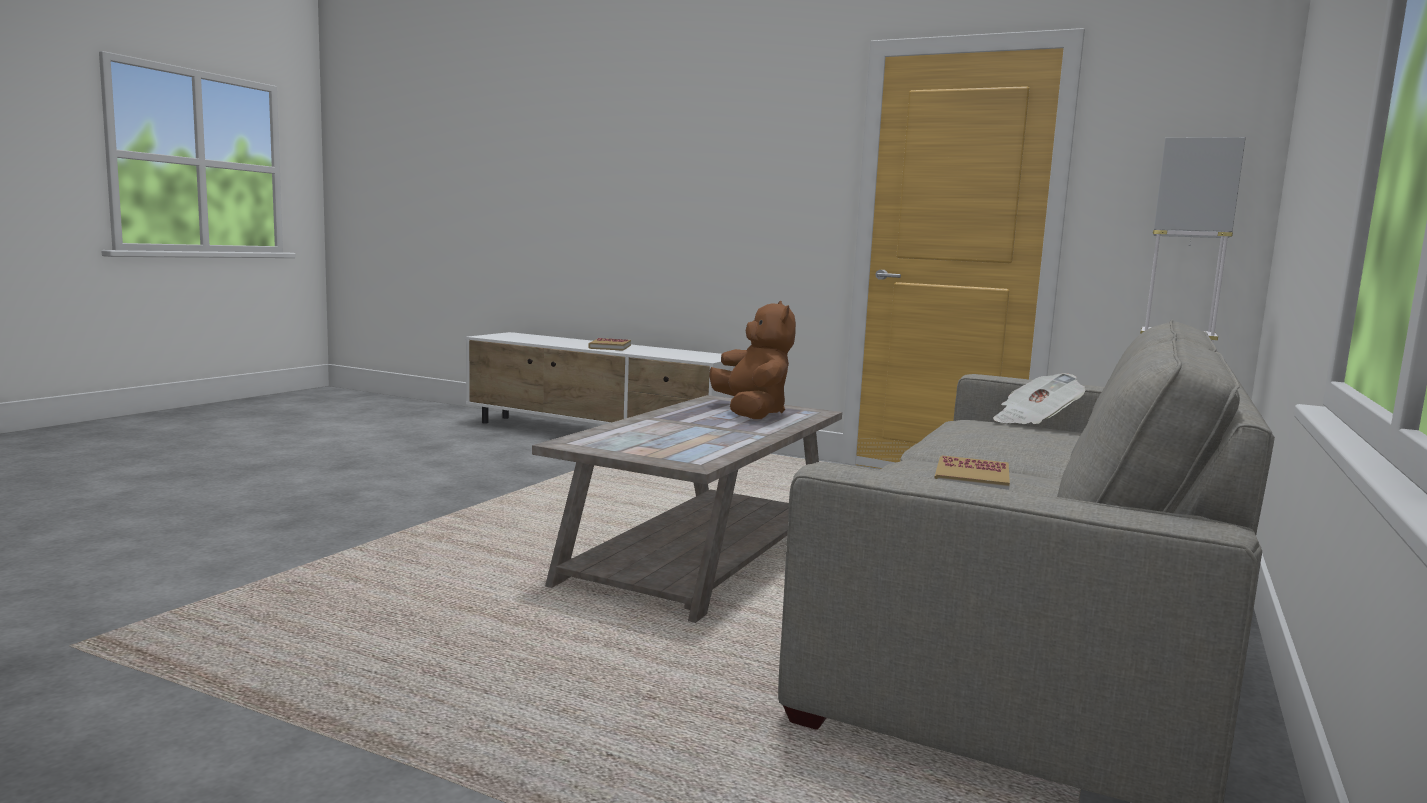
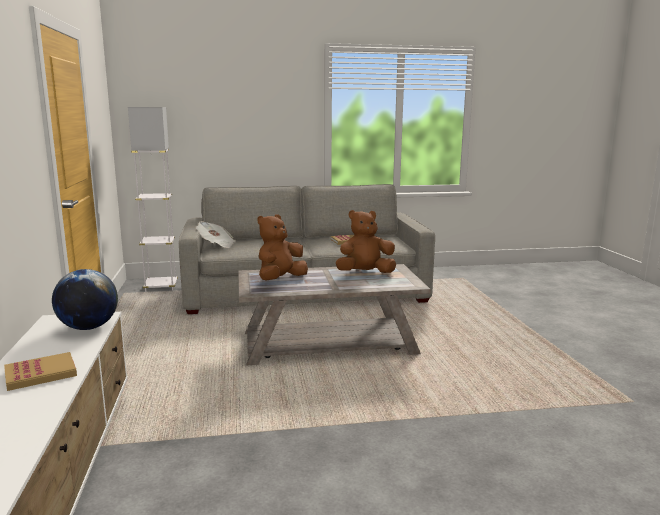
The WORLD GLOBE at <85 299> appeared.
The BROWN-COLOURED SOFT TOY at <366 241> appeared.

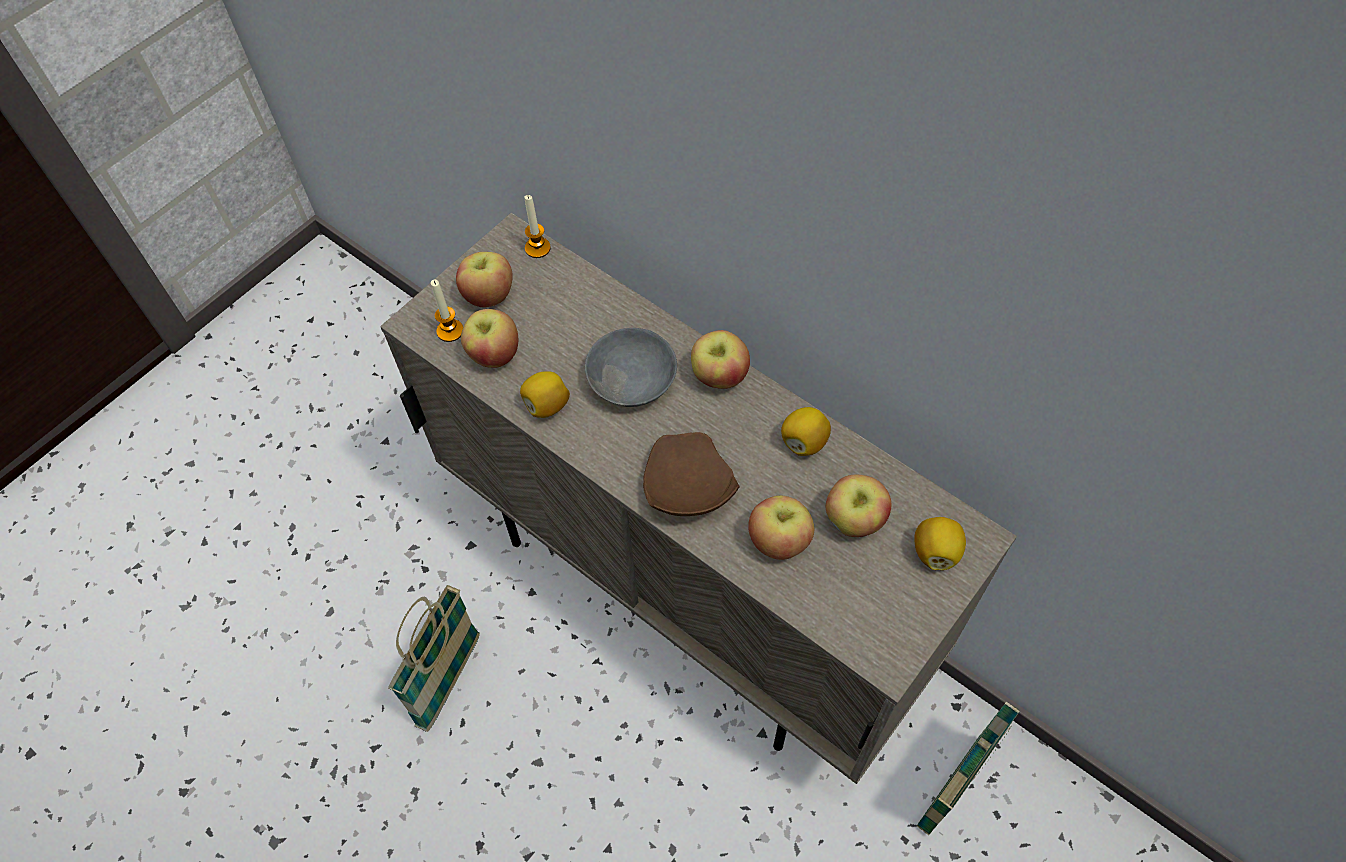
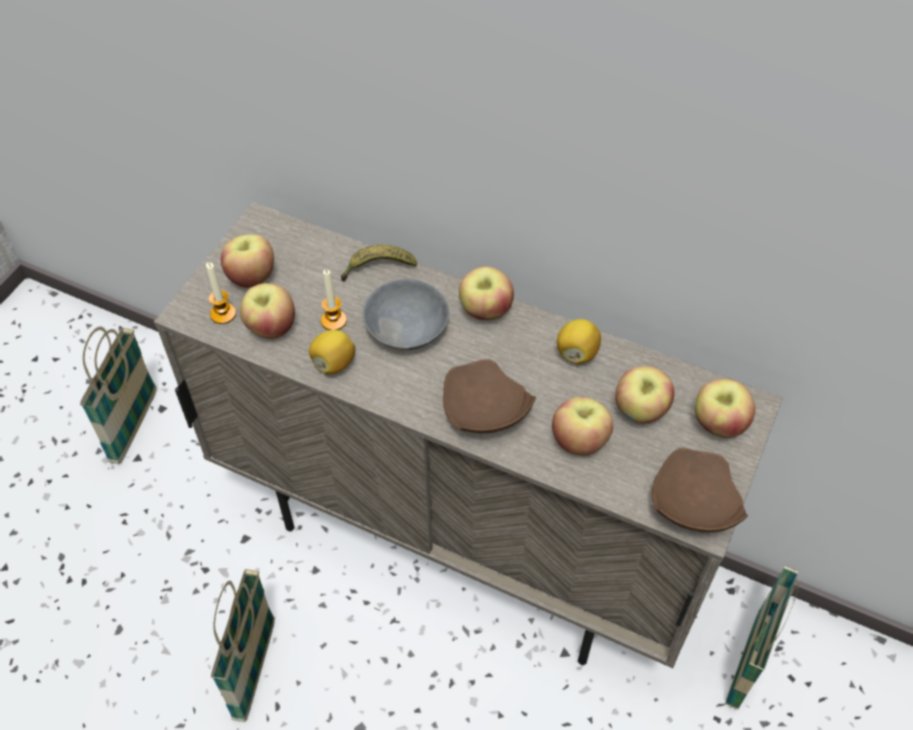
The STORAGE BASKET at <118 395> appeared.
The CANDLE moved from <537 226> to <334 300>.
The BANANA FRUIT at <379 263> appeared.
The BROWN-COLOURED DINNER PLATE at <700 490> appeared.
The WHOLE LEMON at <940 543> was replaced by the APPLE at <725 408>.

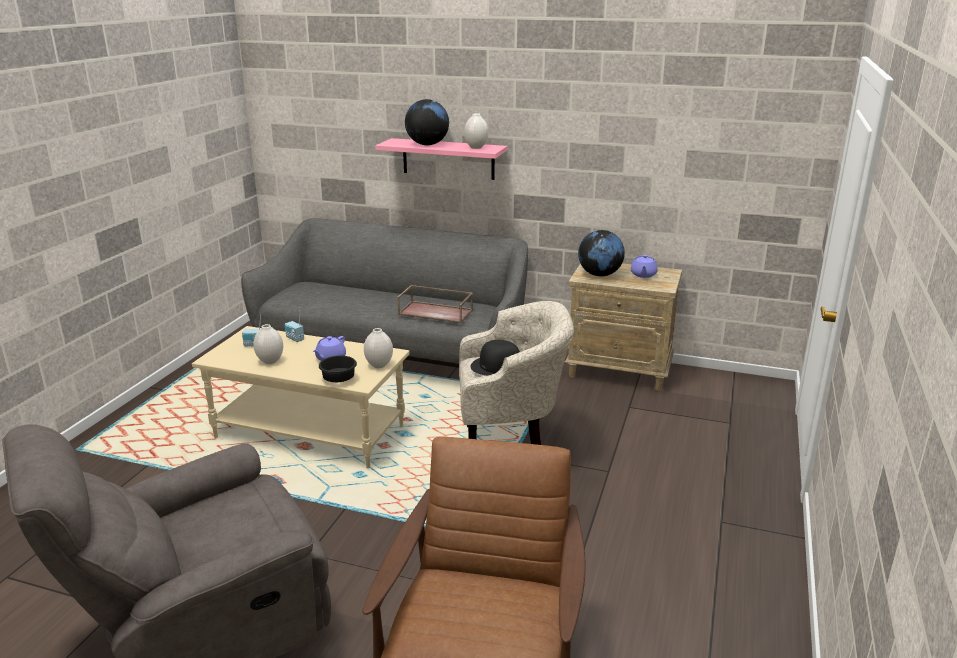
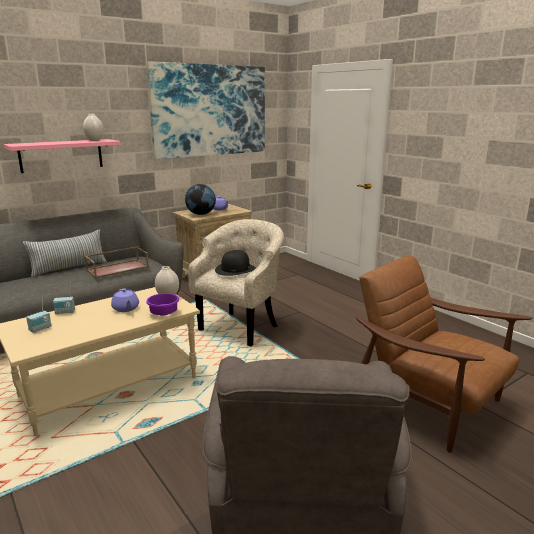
The CUSHION at <65 253> appeared.
The BLACK SERVING BOWL at <338 369> became the PURPLE SERVING BOWL at <162 304>.
The WALL ART at <206 110> appeared.
The WHITISH DECORATIVE VASE at <268 344> disappeared.
The WORLD GLOBE at <427 122> disappeared.

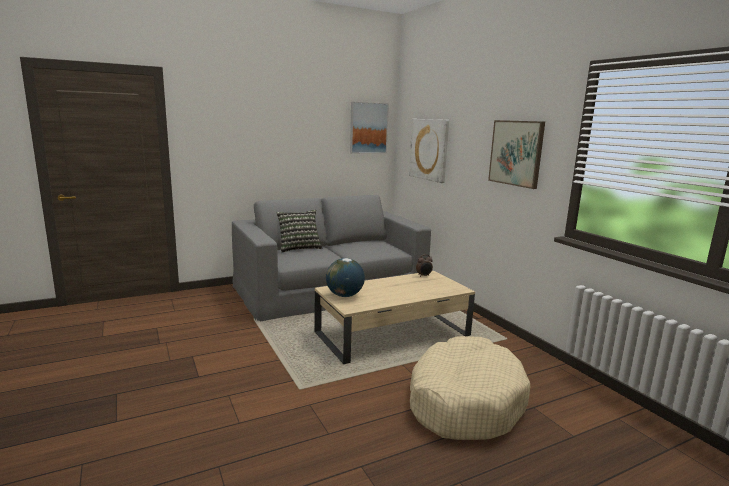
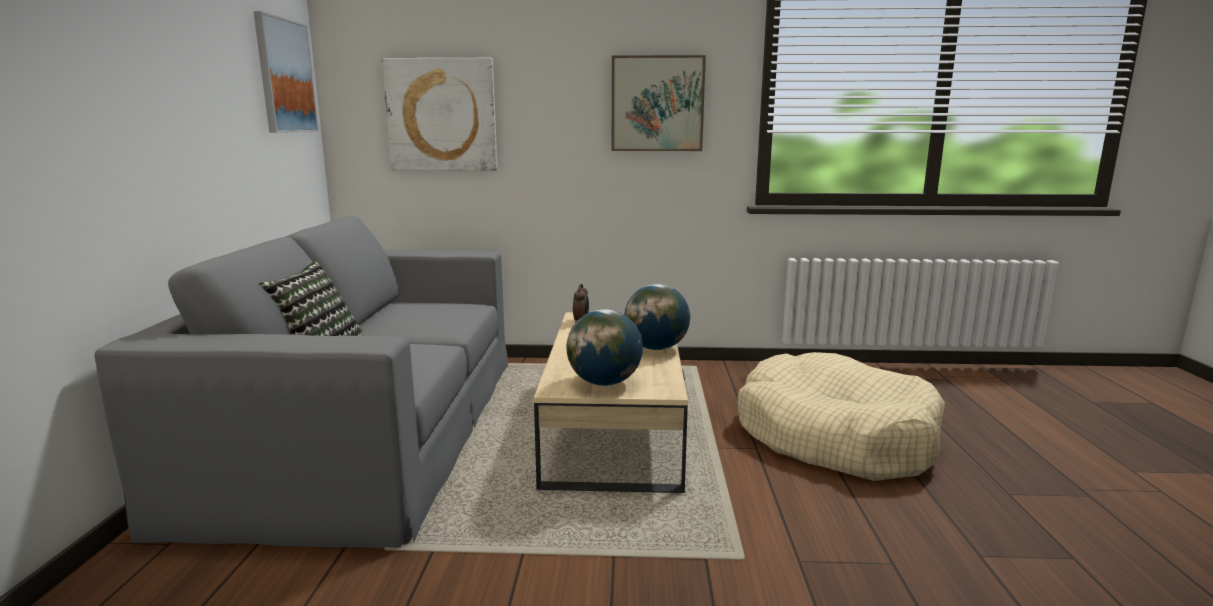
The WORLD GLOBE at <657 317> appeared.

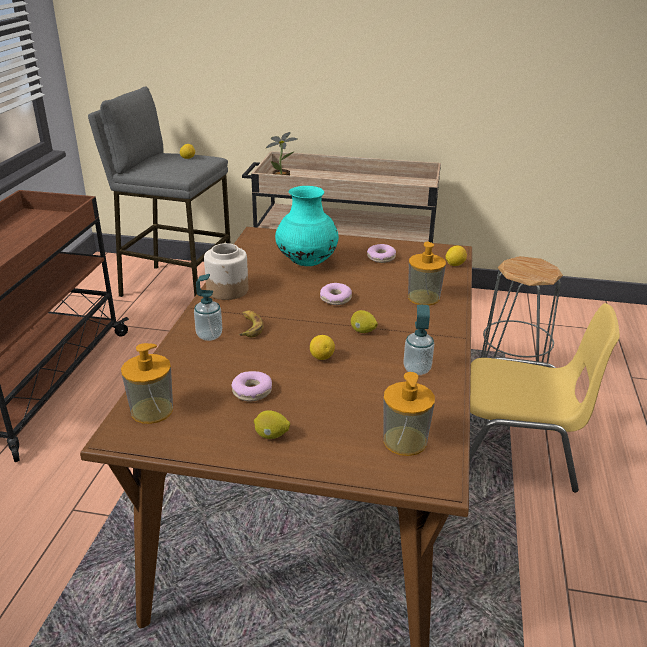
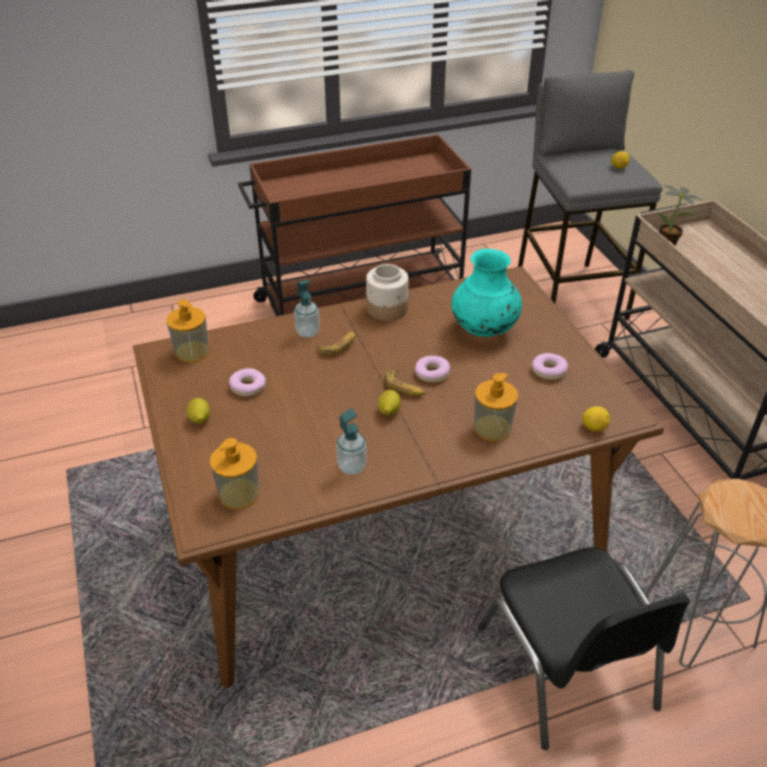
The BANANA FRUIT at <405 383> appeared.
The YELLOW UPRIGHT CHAIR at <544 397> became the BLACK UPRIGHT CHAIR at <584 648>.
The WHOLE LEMON at <322 347> disappeared.

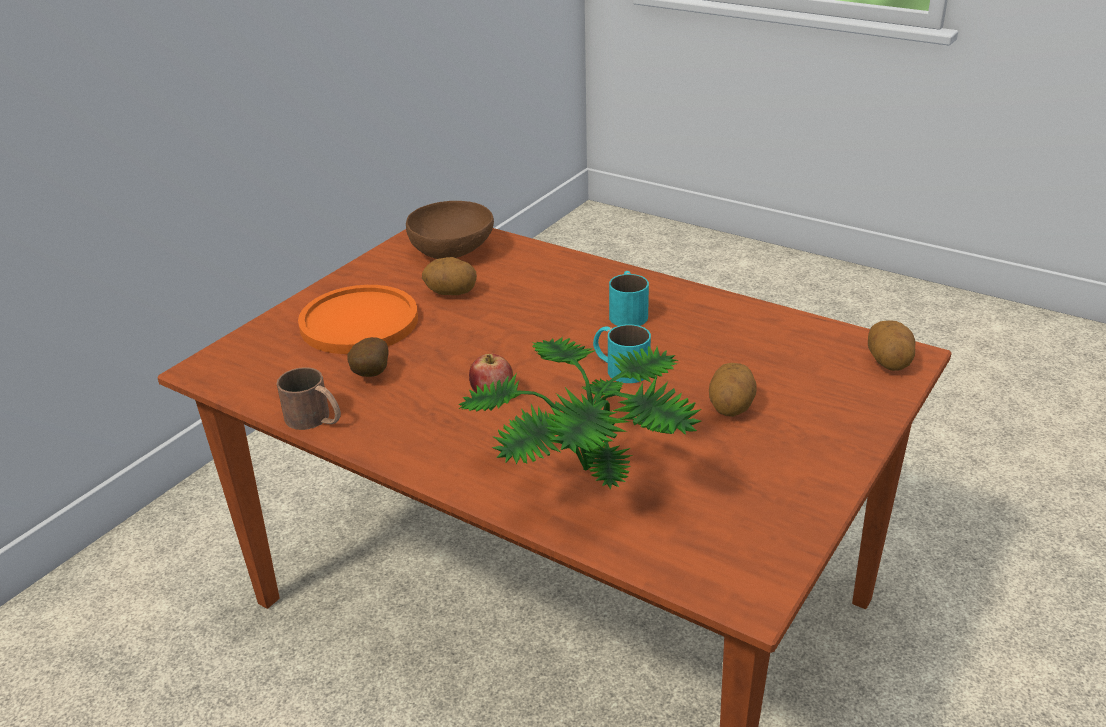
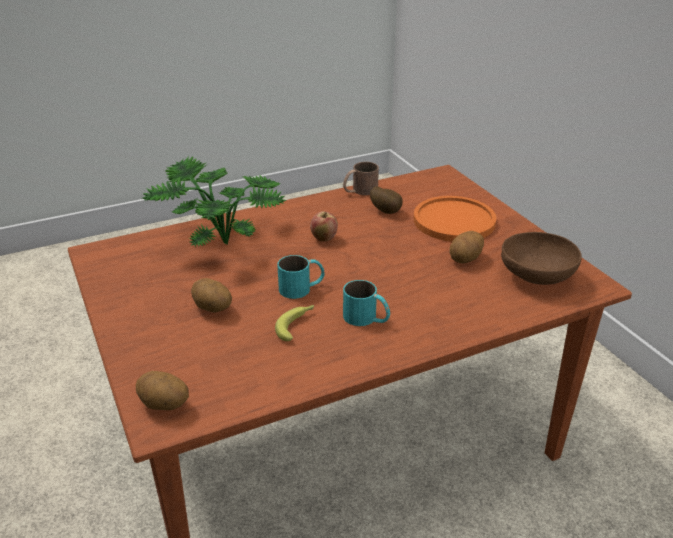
The BANANA FRUIT at <294 323> appeared.

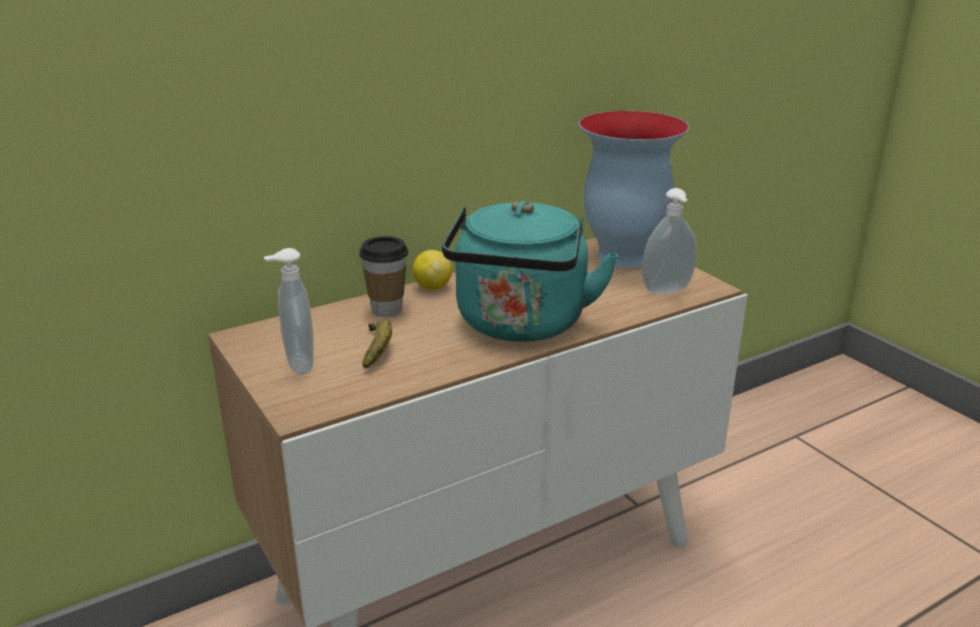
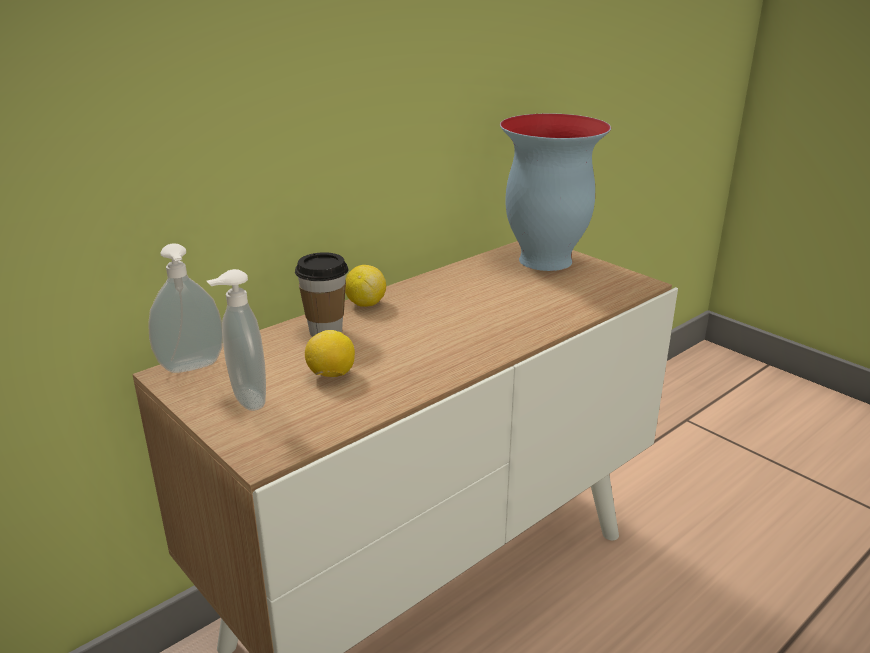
The SOAP BOTTLE moved from <669 241> to <185 308>.
The BANANA FRUIT at <377 344> was replaced by the WHOLE LEMON at <330 353>.
The TURQUOISE WATER KETTLE at <530 271> disappeared.

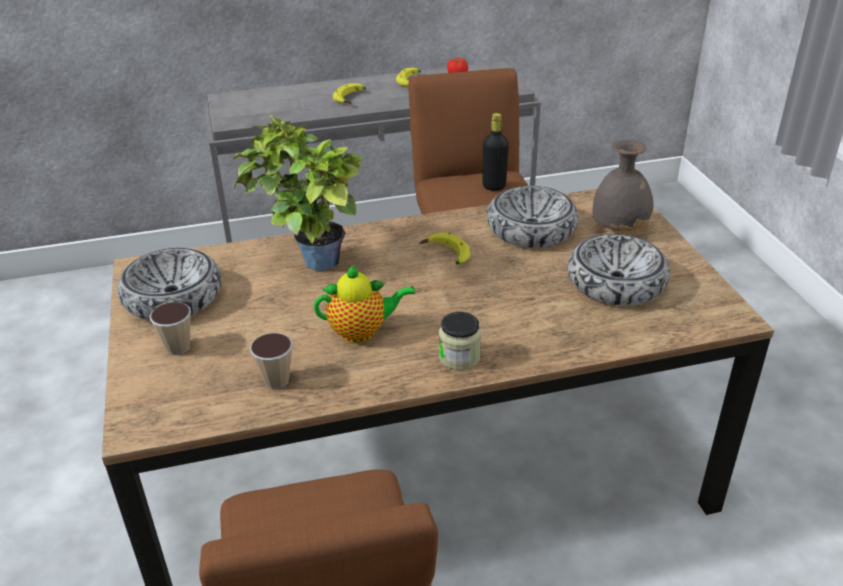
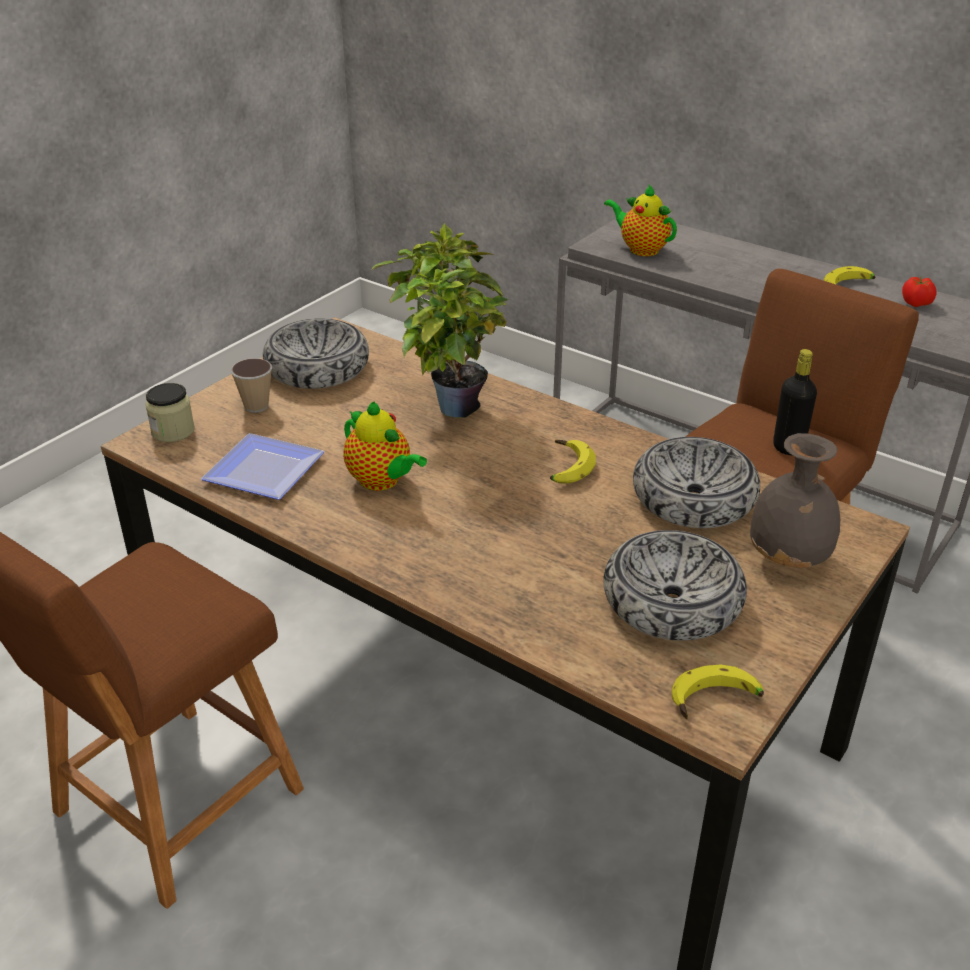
The JAR moved from <460 341> to <170 412>.
The DRINKING CUP at <271 361> was replaced by the DINNER PLATE at <263 466>.
The TEAPOT at <640 220> appeared.
The BANANA FRUIT moved from <349 93> to <718 691>.

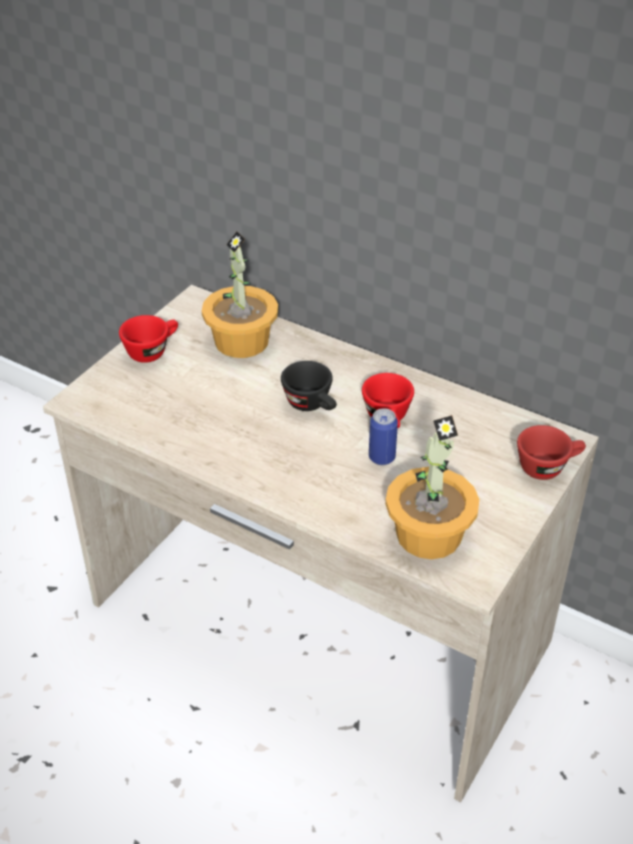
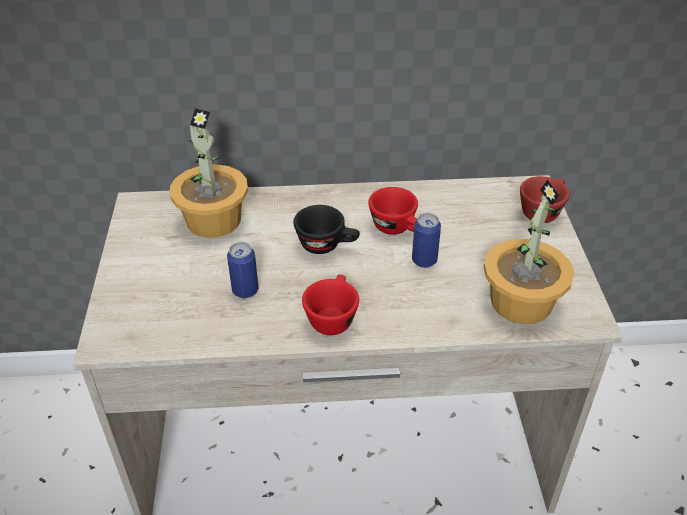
The CAN at <243 270> appeared.
The RED DRINKING CUP moved from <148 339> to <330 305>.

